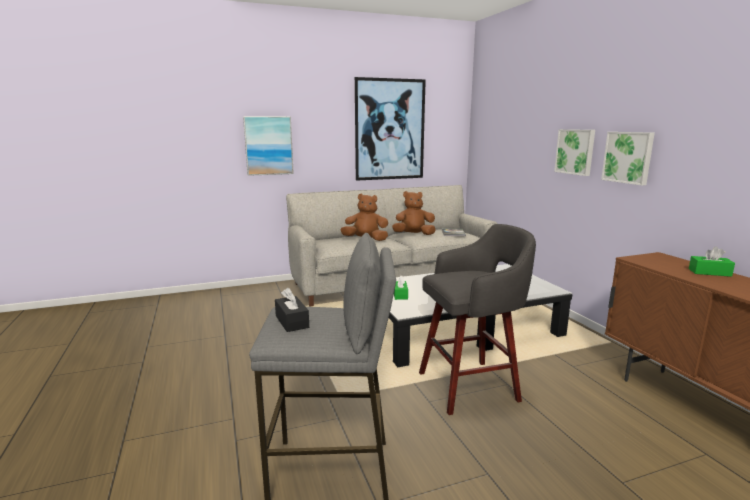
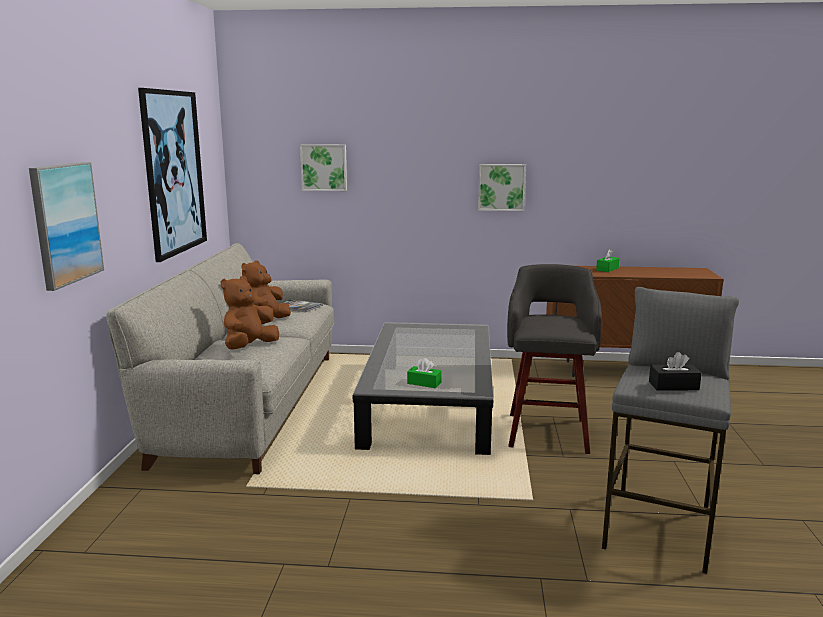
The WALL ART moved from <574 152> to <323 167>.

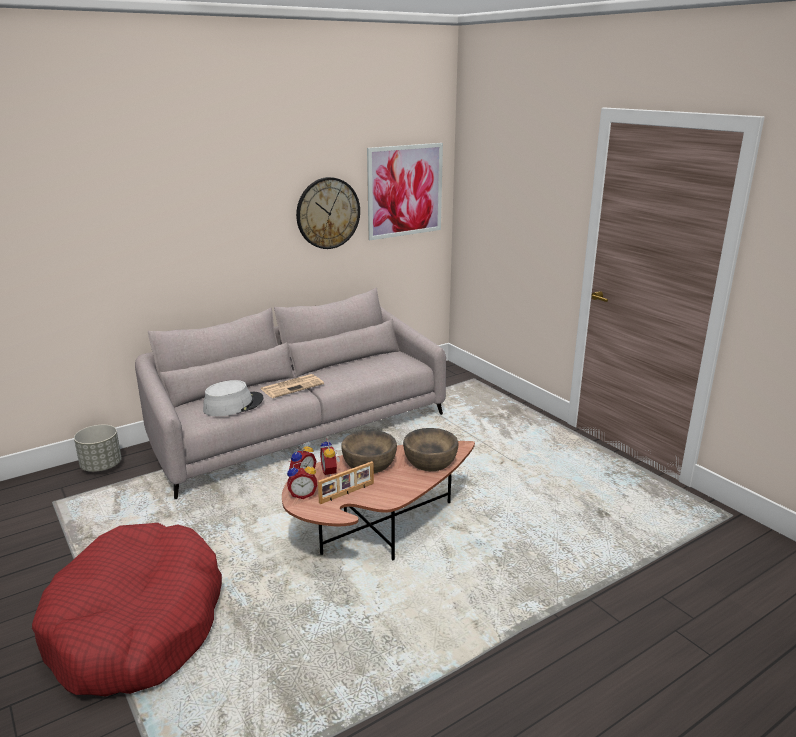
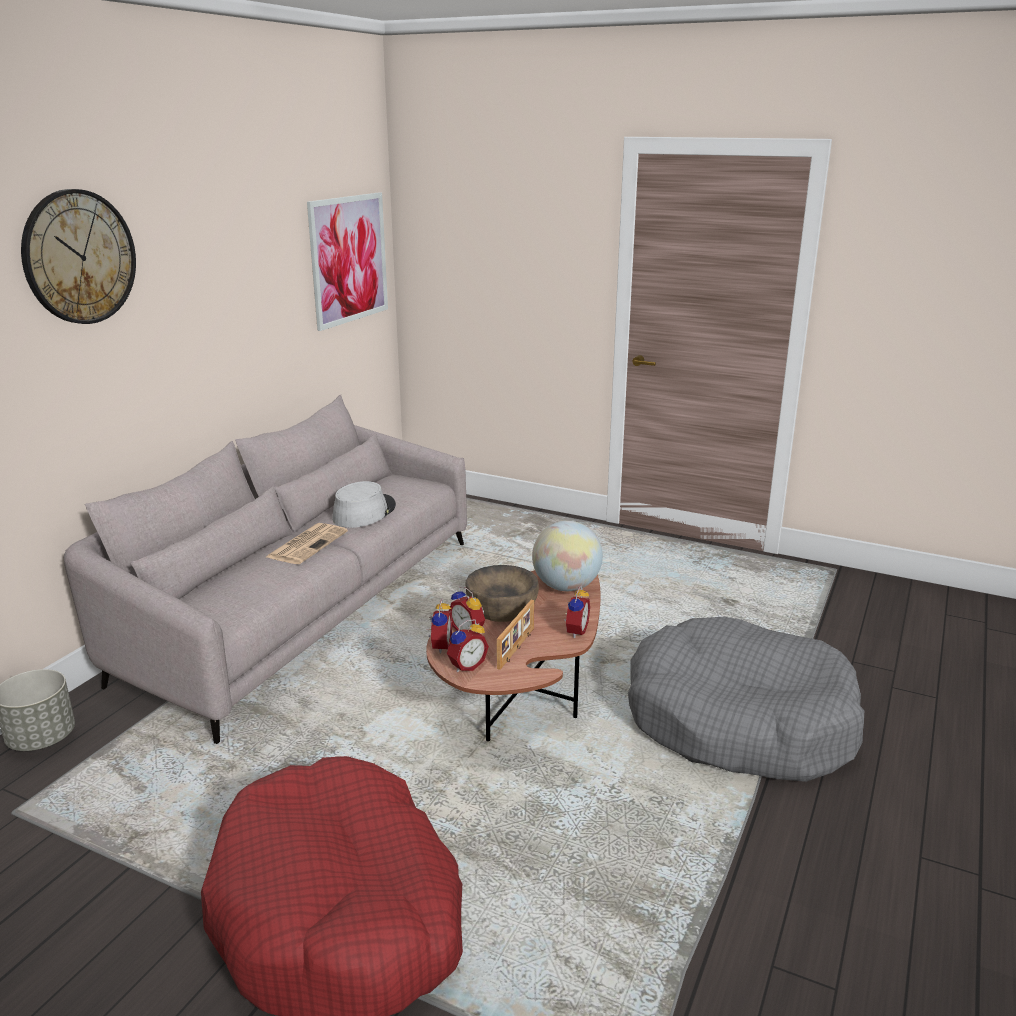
The CLOCK ON THE WALL moved from <328 213> to <78 256>.
The GREYISH WEARABLE HAT moved from <233 398> to <364 504>.
The BROWN-COLOURED SERVING BOWL at <430 449> was replaced by the WORLD GLOBE at <567 556>.
The ALARM CLOCK at <577 611> appeared.
The GREYISH DOG CUSHION at <746 699> appeared.

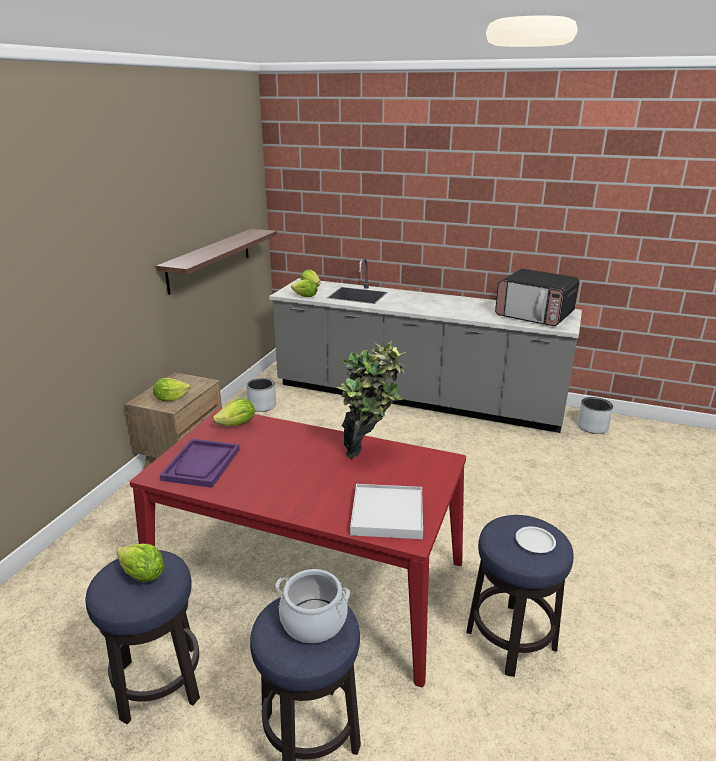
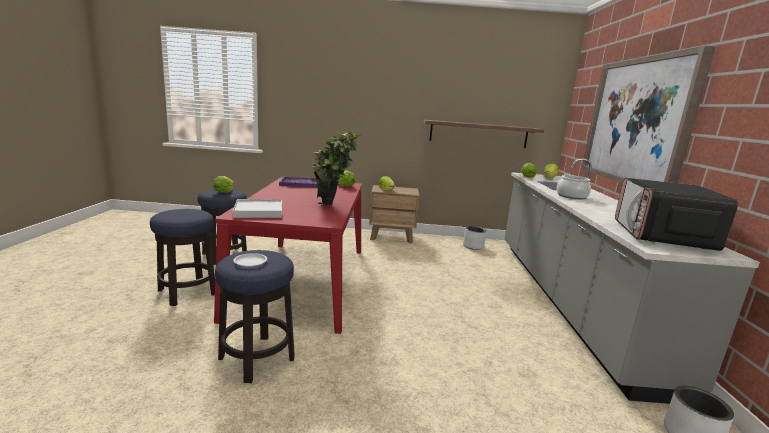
The SAUCEPOT moved from <313 606> to <574 186>.
The WALL ART at <649 114> appeared.

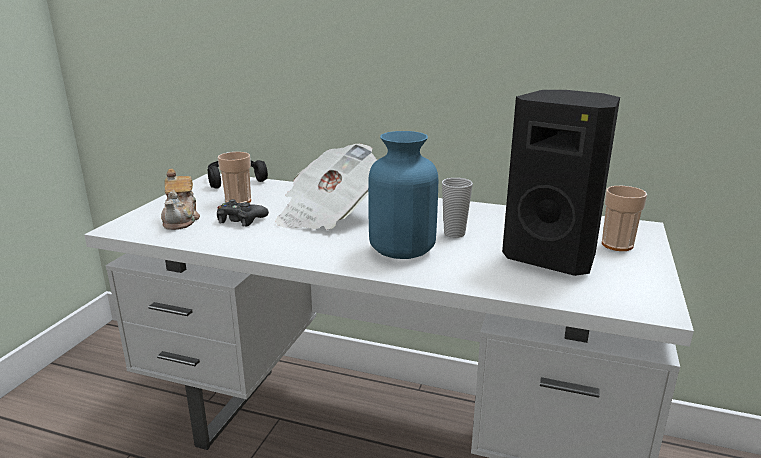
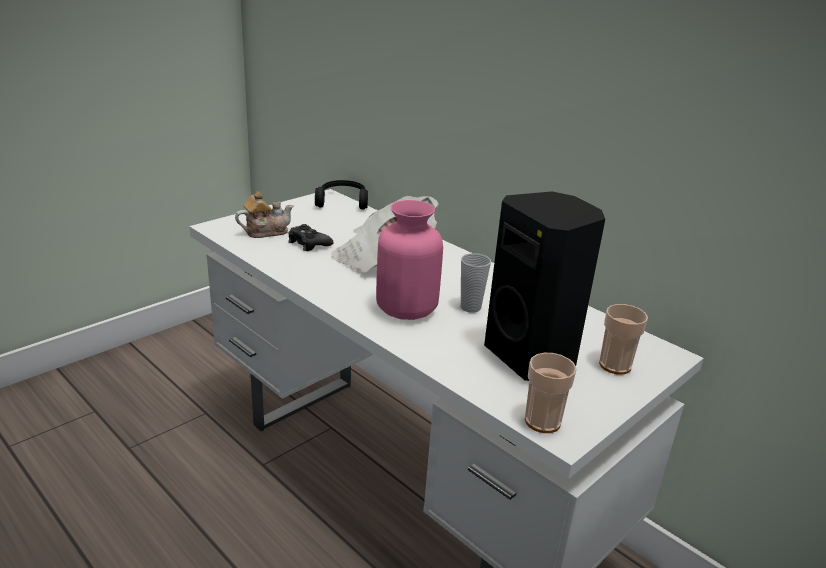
The TEAPOT at <180 199> turned 135 degrees counterclockwise.
The BLUE DECORATIVE VASE at <403 195> became the PINK DECORATIVE VASE at <409 260>.
The DRINKING CUP moved from <234 177> to <551 393>.

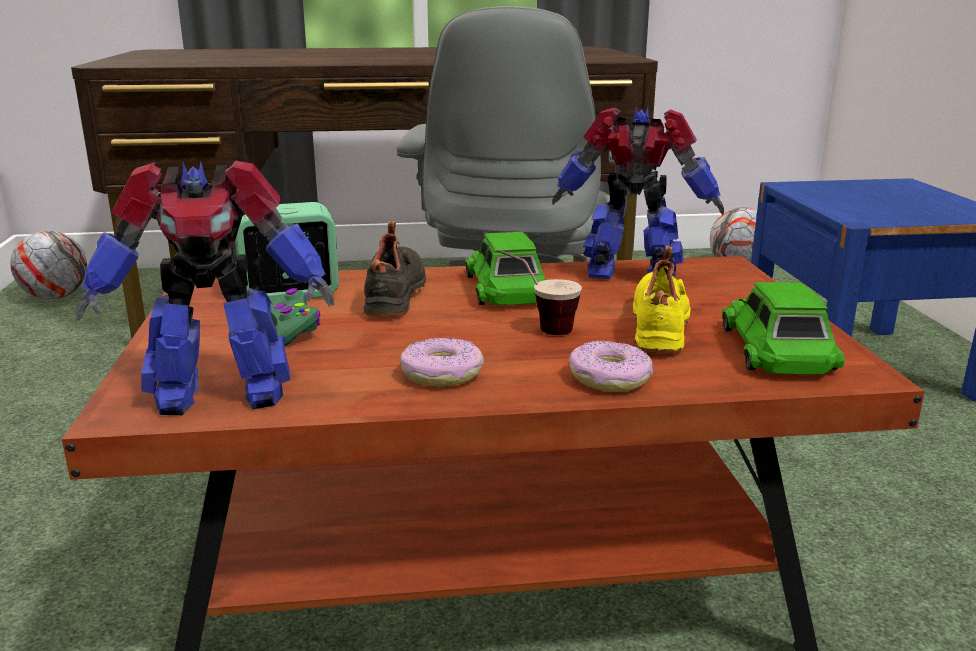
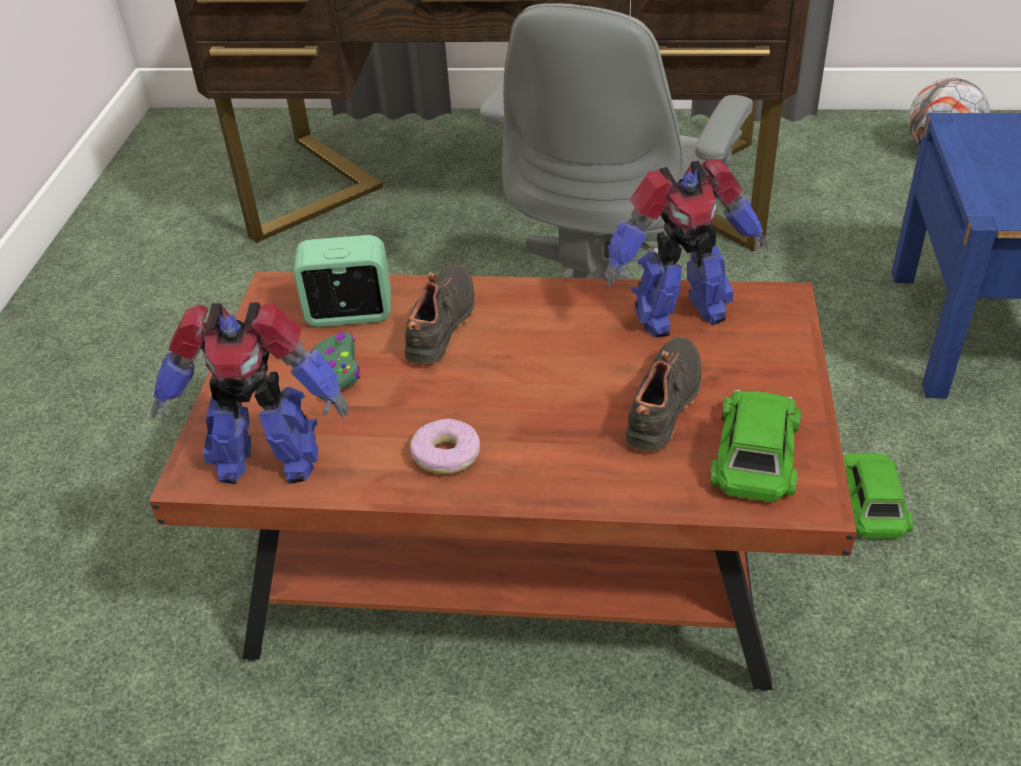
The ROBOT FIGURE at <638 193> turned 135 degrees clockwise.
The YELLOW SHOE at <662 299> became the BLACK SHOE at <663 394>.
The GREENISH MODEL CAR moved from <506 268> to <878 496>.
The FOOTBALL at <49 265> disappeared.
The DRINKING CUP at <539 292> disappeared.
The DOUGHNUT at <611 366> disappeared.

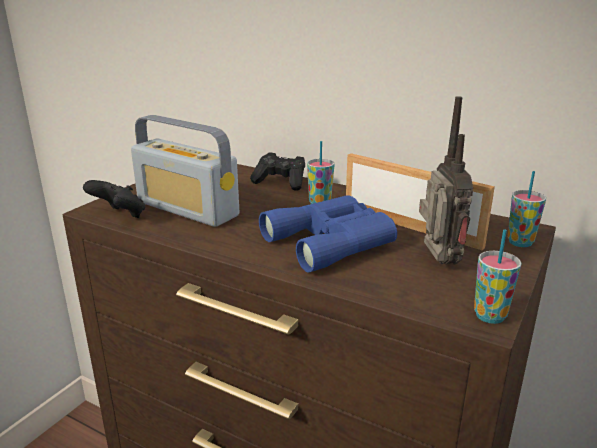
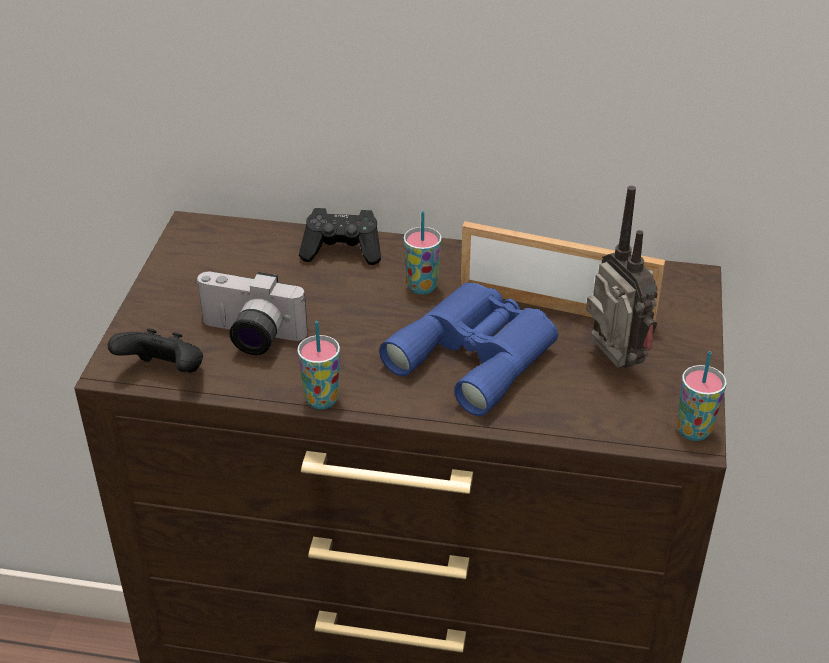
The RADIO at <185 171> was replaced by the STILL CAMERA at <251 313>.
The DRINKING CUP moved from <527 209> to <318 365>.

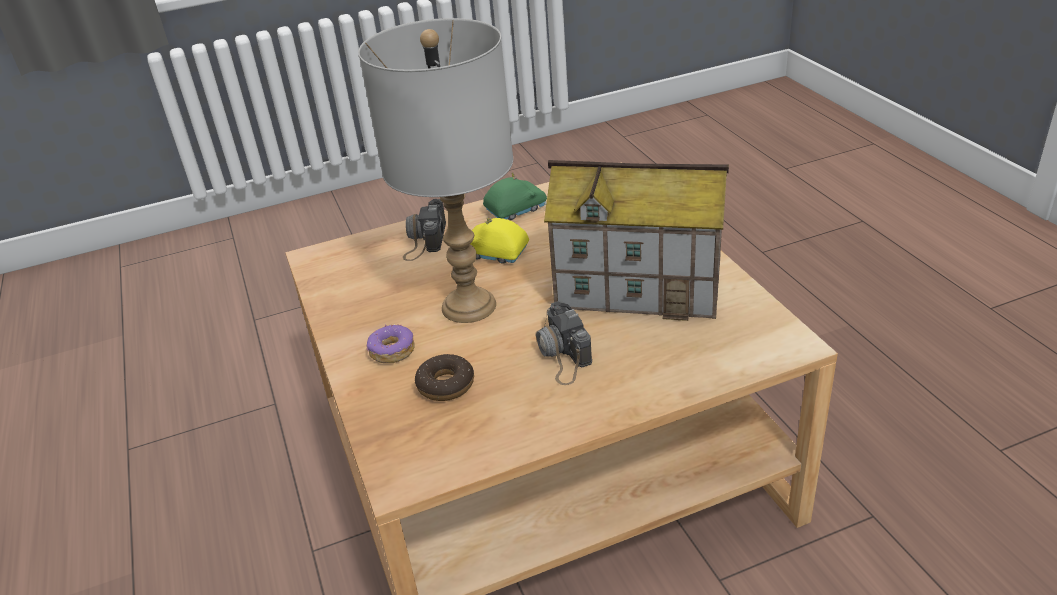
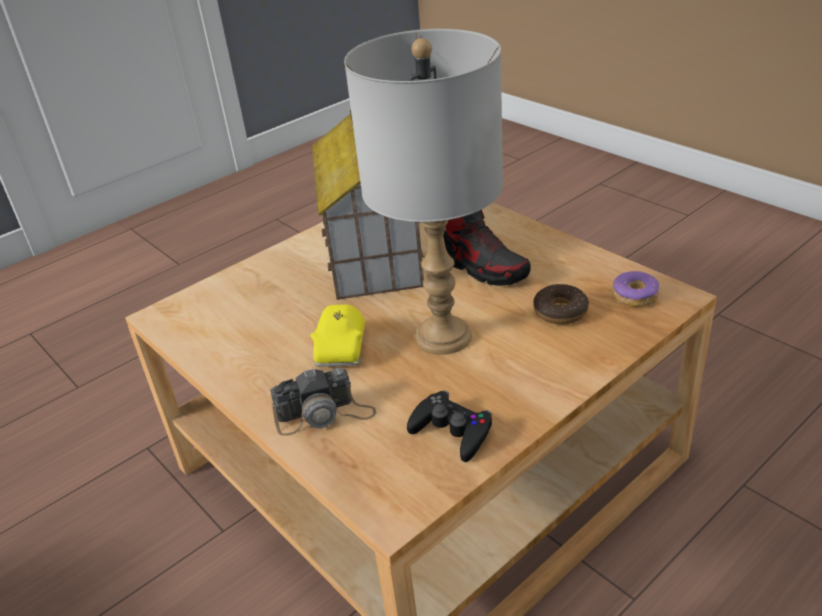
The BLACK JOYPAD at <449 426> appeared.
The STILL CAMERA at <563 343> was replaced by the SHOE at <487 248>.
The DOUGHNUT moved from <391 343> to <636 289>.
The GREENISH MODEL CAR at <515 196> disappeared.

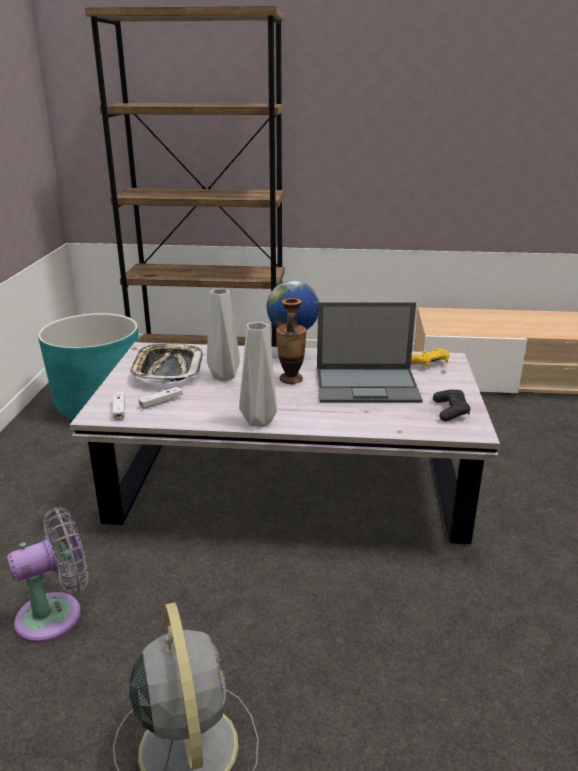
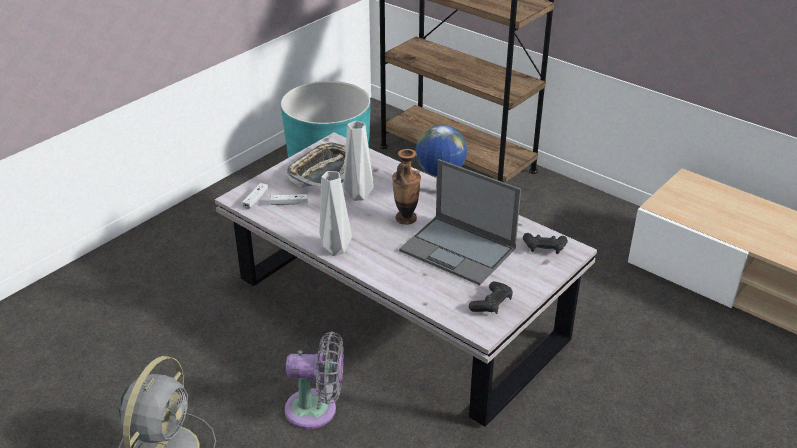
The GREYISH FAN moved from <48 575> to <314 380>.
The YELLOW JOYPAD at <430 357> became the BLACK JOYPAD at <545 243>.

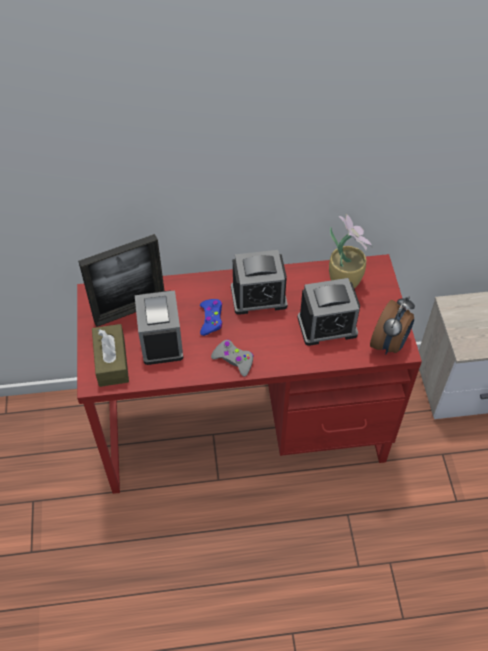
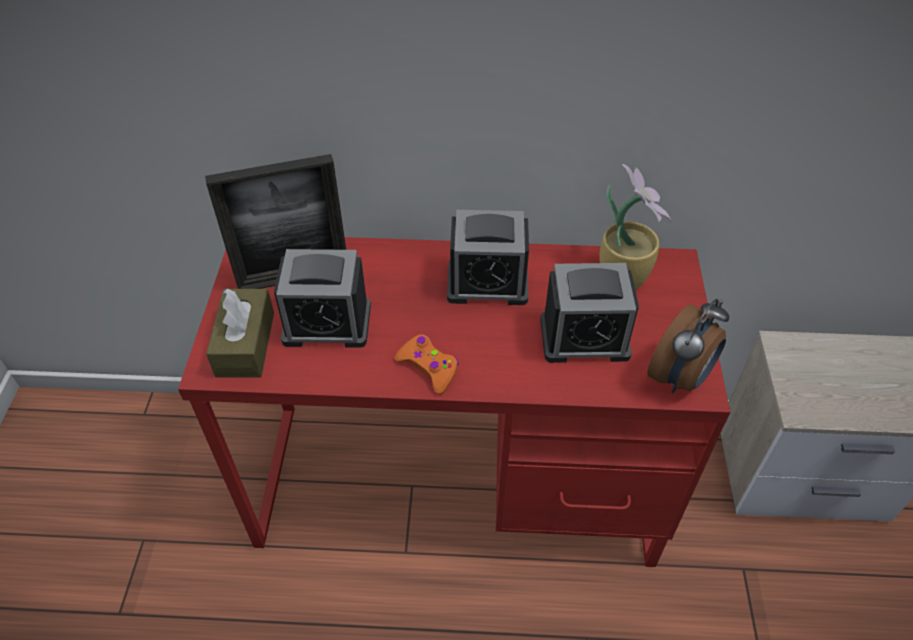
The ALARM CLOCK at <159 327> turned 90 degrees counterclockwise.
The GREYISH JOYPAD at <232 358> became the ORANGE JOYPAD at <427 364>.
The BLUE JOYPAD at <211 317> disappeared.

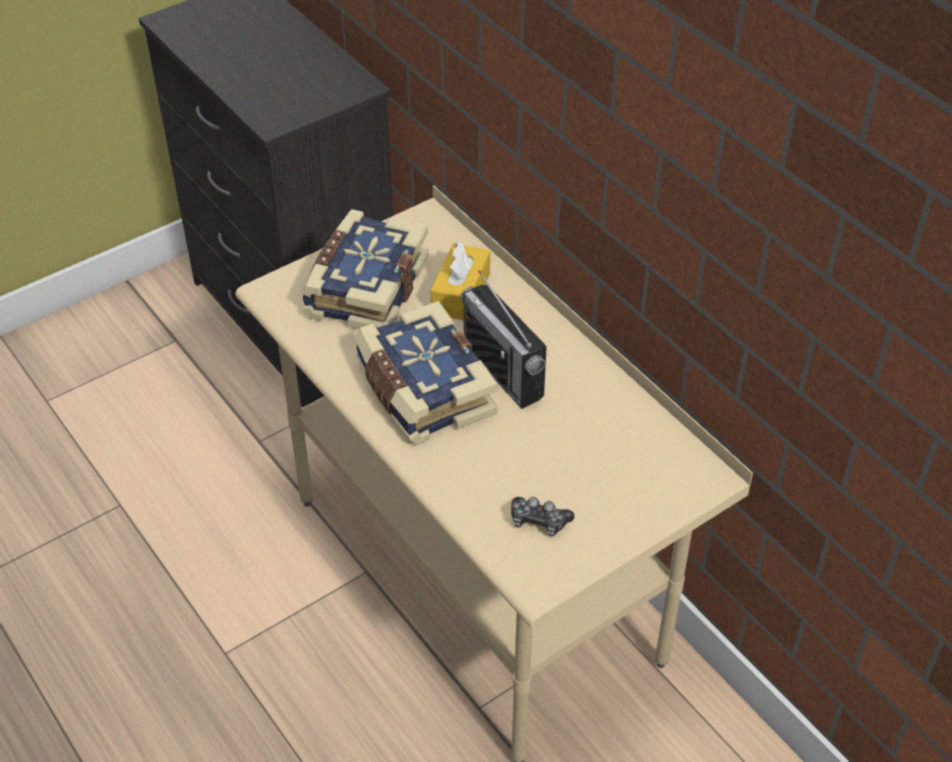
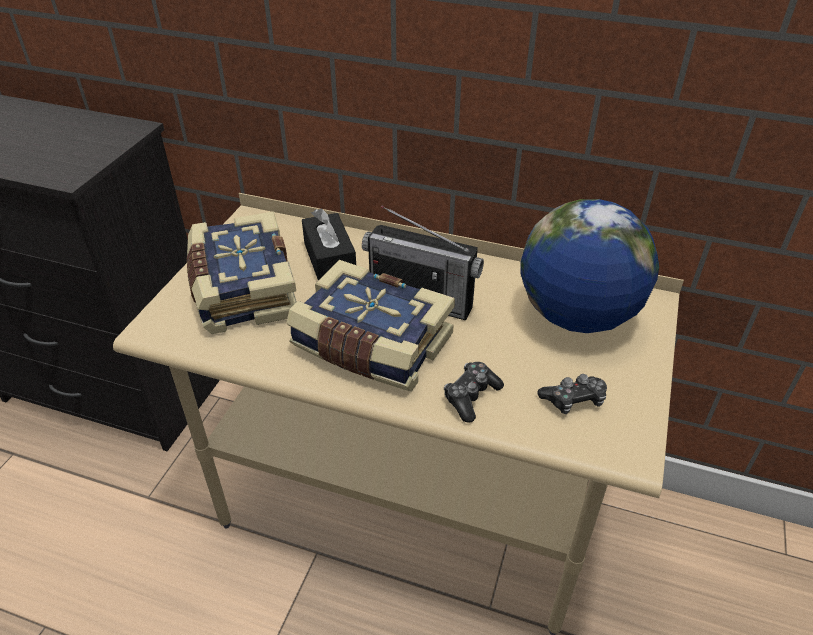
The YELLOW TISSUE BOX at <460 281> became the BLACK TISSUE BOX at <329 245>.
The JOYPAD at <474 392> appeared.
The WORLD GLOBE at <589 266> appeared.

